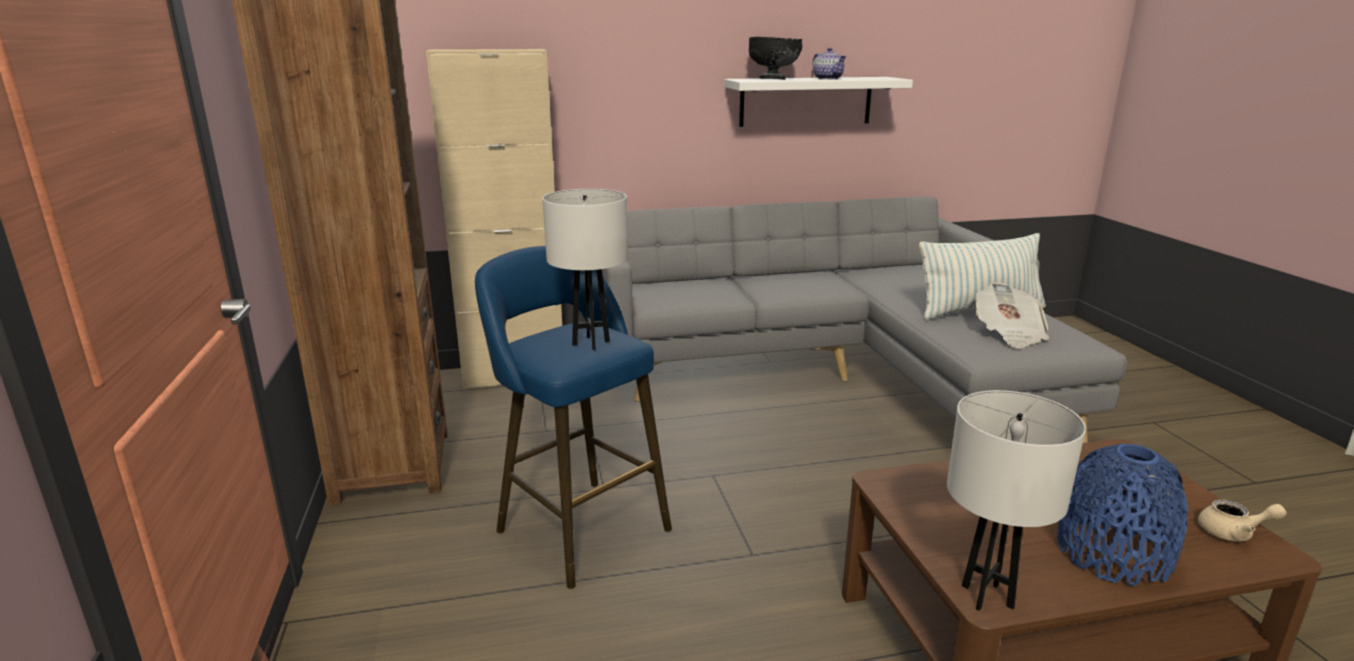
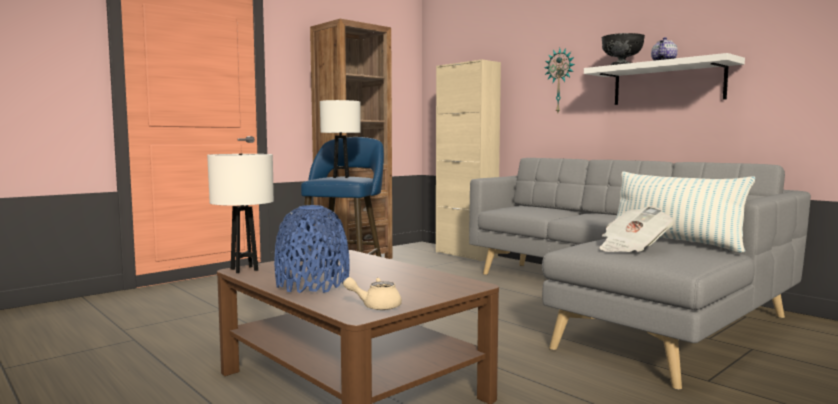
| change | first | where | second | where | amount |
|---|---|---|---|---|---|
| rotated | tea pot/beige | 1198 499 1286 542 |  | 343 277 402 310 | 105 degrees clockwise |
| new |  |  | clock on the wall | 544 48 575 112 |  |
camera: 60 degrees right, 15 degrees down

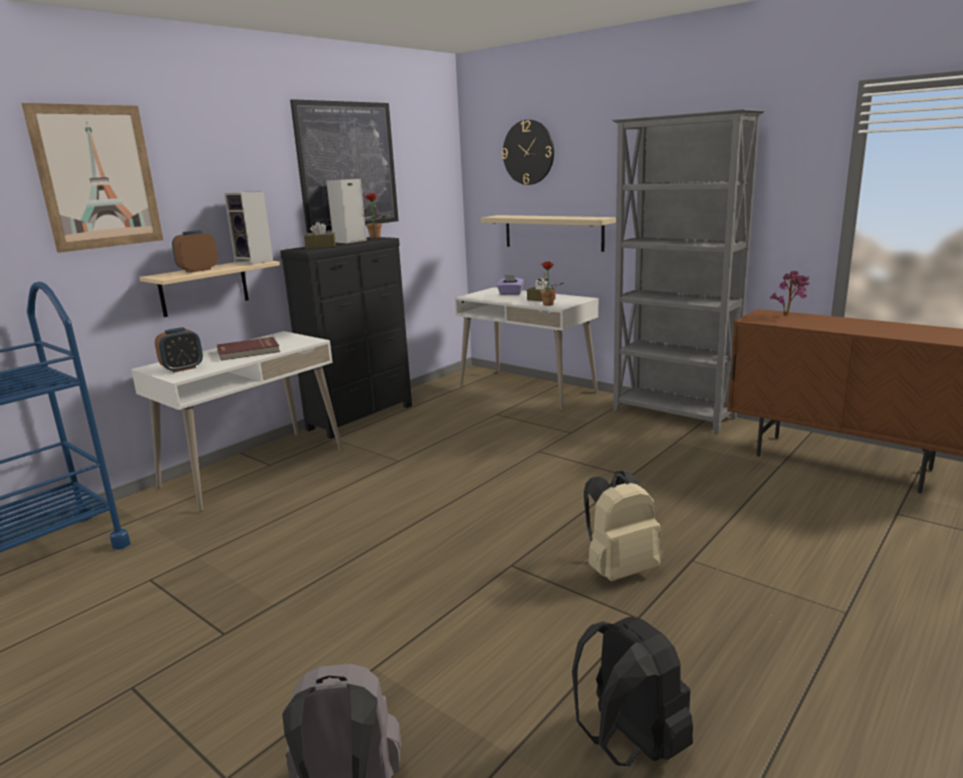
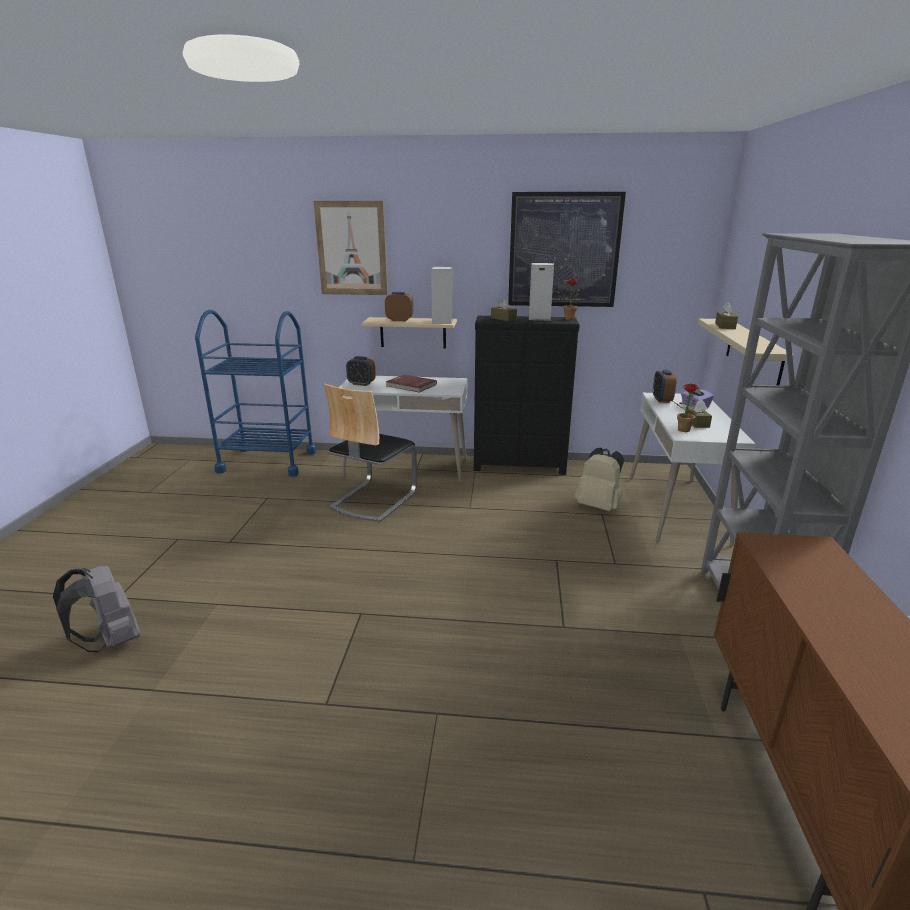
| change | first | where | second | where | amount |
|---|---|---|---|---|---|
| gone | clock on the wall | 502 120 554 185 |  |  |  |
| gone | backpack/black | 572 616 693 766 |  |  |  |
| shifted | backpack/beige | 584 471 663 581 |  | 575 448 624 511 |  |
| gone | plant in a pot | 770 271 810 315 |  |  |  |
| new |  |  | chair | 324 384 417 522 |  |
| new |  |  | bedside clock | 653 369 677 403 |  |
| new |  |  | box of tissues/brown-coloured | 715 302 738 329 |  |
camera: 55 degrees right, 5 degrees up

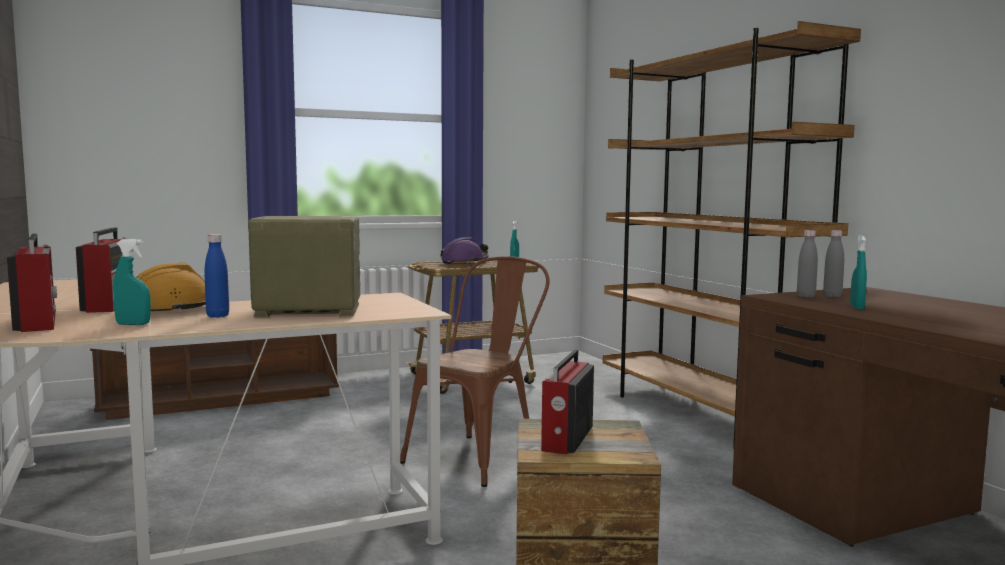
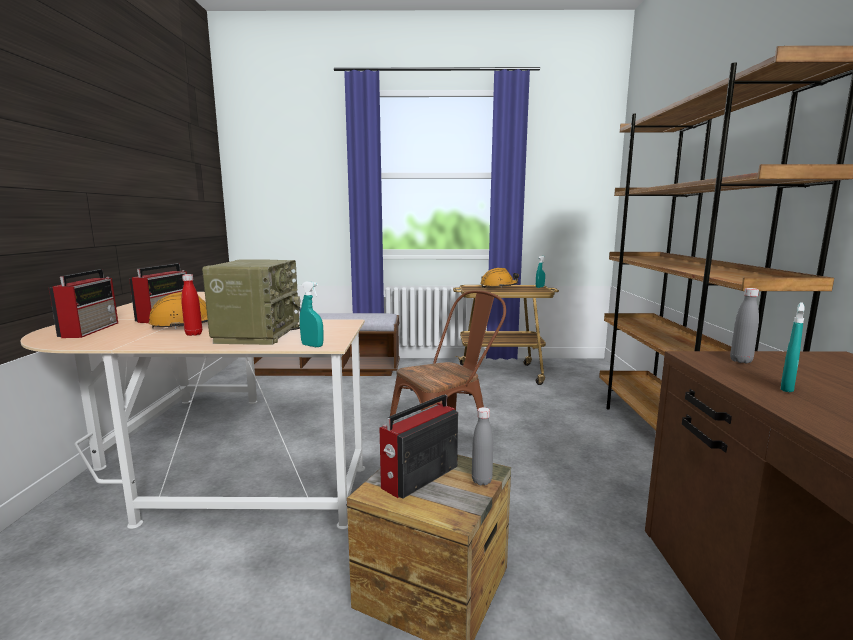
| change | first | where | second | where | amount |
|---|---|---|---|---|---|
| shifted | spray bottle/turquoise | 113 239 151 325 |  | 300 282 323 347 |  |
| repainted | bottle/blue | 205 234 229 318 | bottle/red-coloured | 181 274 202 336 |  |
| rotated | radio | 248 216 360 317 |  | 202 259 301 345 | 75 degrees clockwise |
| repainted | hard hat/purplish | 440 237 489 264 | hard hat/orange | 480 268 519 288 |  |
| shifted | bottle/greyish | 823 230 844 297 |  | 472 407 493 485 |  |
camera: 25 degrees right, 5 degrees up

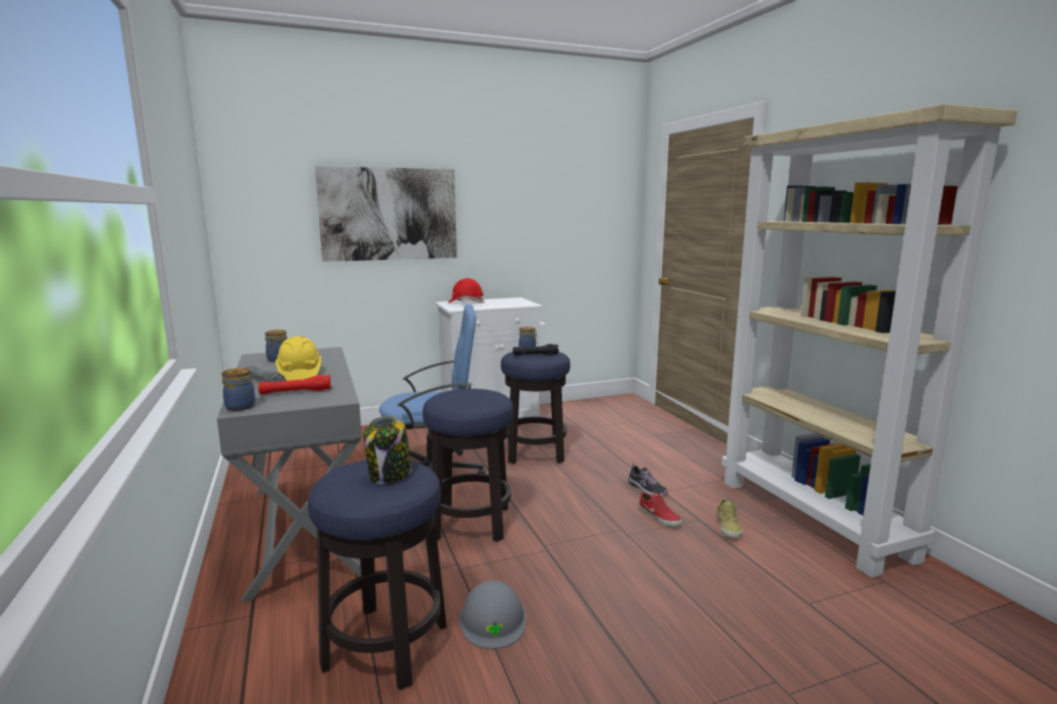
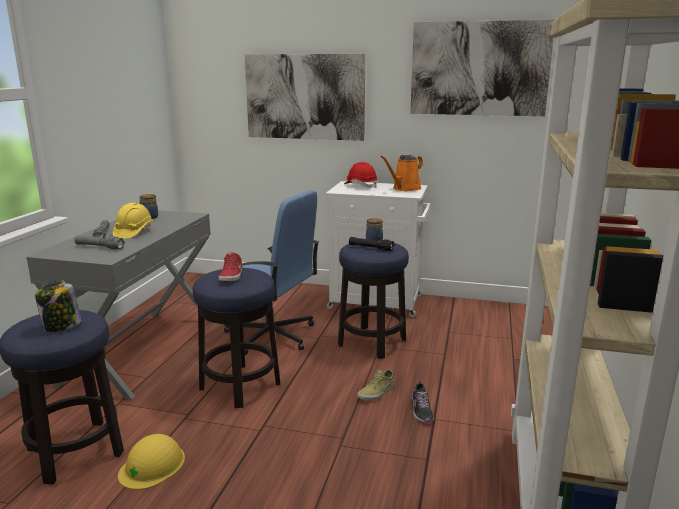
| change | first | where | second | where | amount |
|---|---|---|---|---|---|
| gone | storage jar | 222 368 255 411 |  |  |  |
| repainted | torch/red-coloured | 258 375 331 395 | torch/greyish | 74 235 125 250 |  |
| repainted | hard hat/greyish | 459 580 526 649 | hard hat/yellow-coloured | 118 434 185 490 |  |
| shifted | low shoe/red-coloured | 639 492 683 526 |  | 219 252 242 281 |  |
| shifted | low shoe/beige | 717 499 743 538 |  | 357 369 395 400 |  |
| new |  |  | sprinkling can/orange | 380 155 423 191 |  |
| new |  |  | picture | 410 20 554 116 |  |
camera: 35 degrees right, 5 degrees up

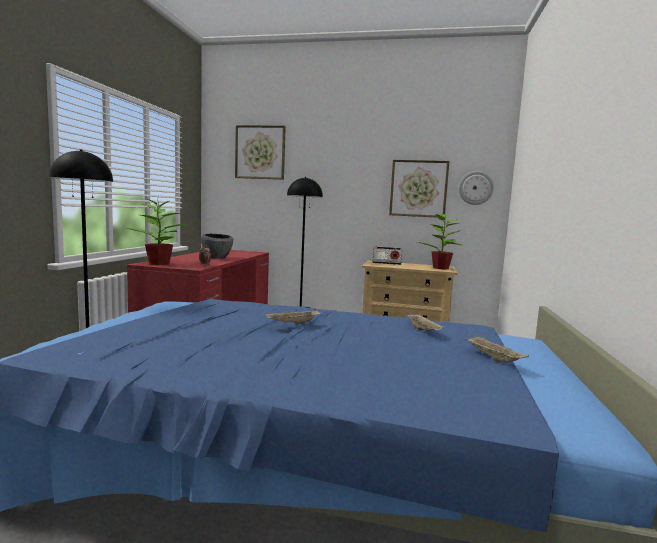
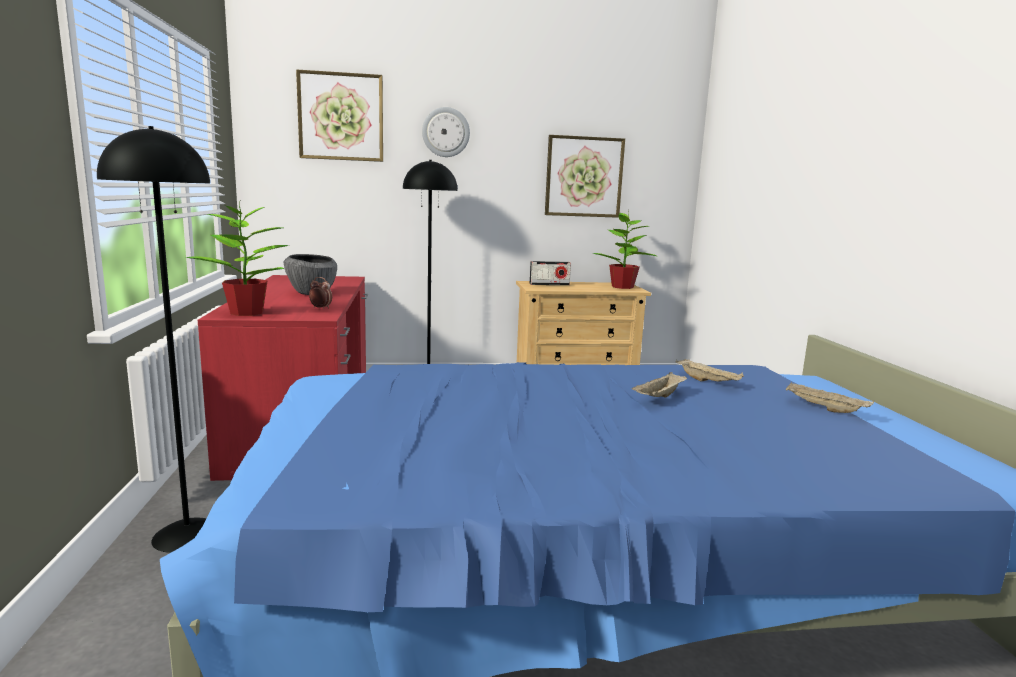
| change | first | where | second | where | amount |
|---|---|---|---|---|---|
| shifted | carrying tray/beige | 265 309 321 325 |  | 632 372 687 398 |  |
| shifted | clock on the wall | 459 171 494 205 |  | 422 107 470 157 |  |
camera: 20 degrees left, 5 degrees up

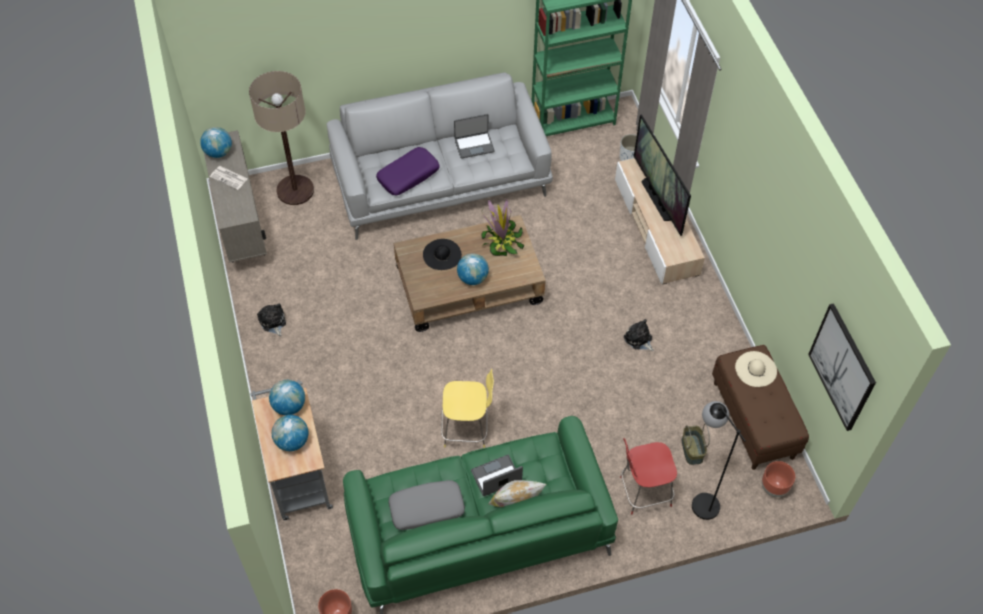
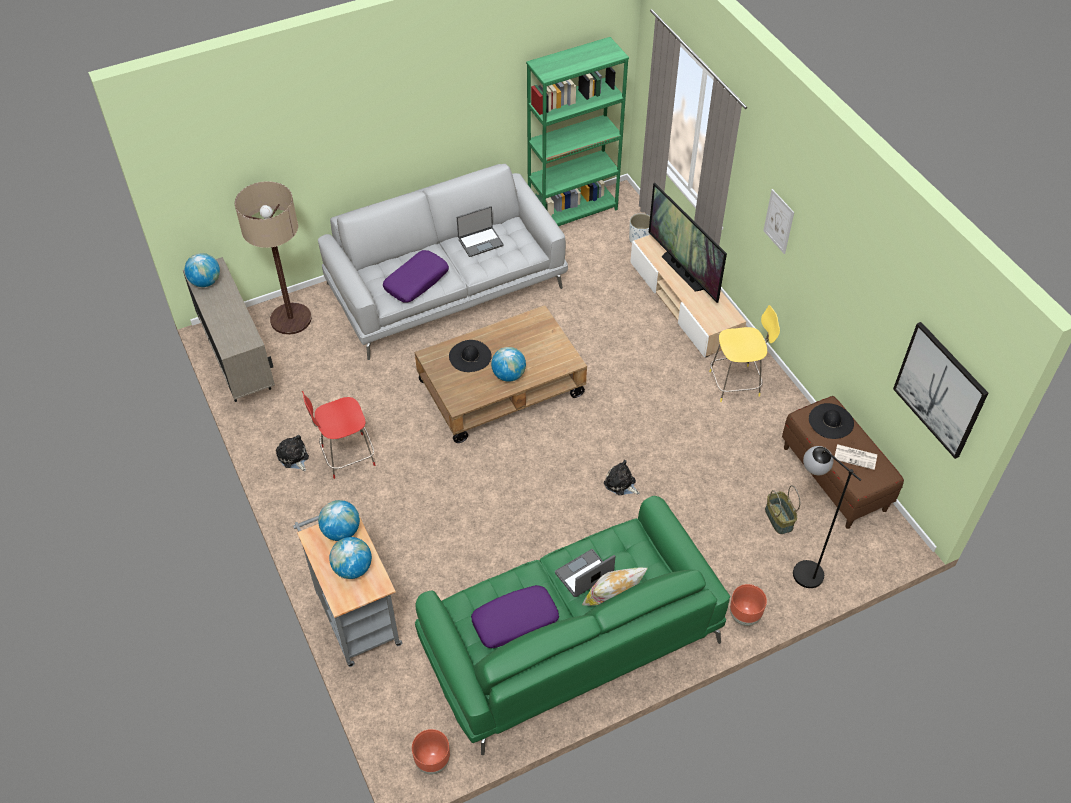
| change | first | where | second | where | amount |
|---|---|---|---|---|---|
| shifted | newspaper | 210 166 248 190 |  | 834 444 877 470 |  |
| repainted | pillow/greyish | 388 480 465 530 | pillow/purplish | 471 585 559 648 |  |
| shifted | stool seat/yellow-coloured | 441 369 494 448 |  | 709 305 780 402 |  |
| gone | plant in a pot | 481 198 524 256 |  |  |  |
| shifted | stool seat/red-coloured | 620 438 677 515 |  | 302 391 375 479 |  |
| shifted | cuddly toy | 624 319 654 351 |  | 604 460 640 495 |  |
| repainted | wearable hat/beige | 735 351 777 387 | wearable hat/black | 809 403 854 439 |  |
| shifted | plant pot/brown-coloured | 762 461 795 497 |  | 730 584 767 626 |  |
| new |  |  | picture | 763 189 794 254 |  |
camera: 10 degrees left, 5 degrees down

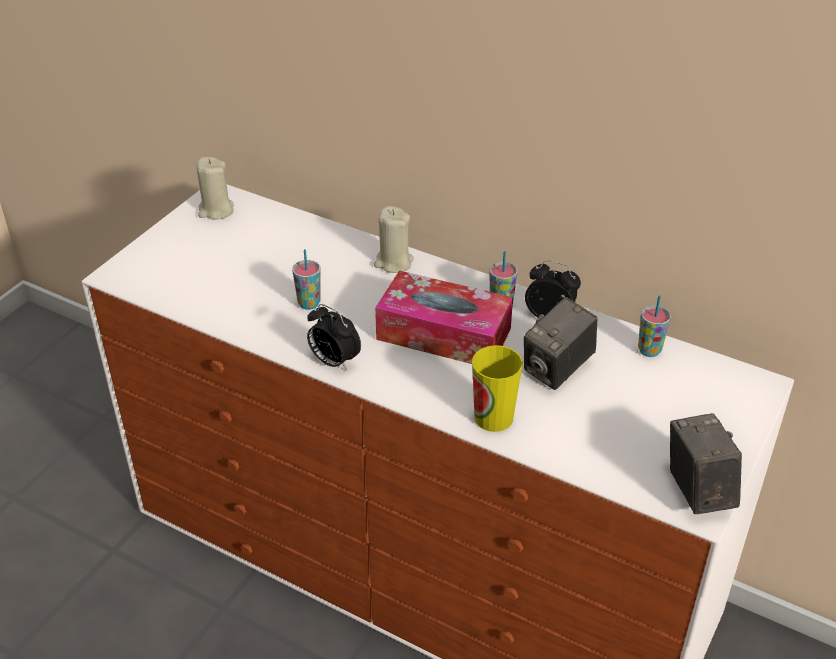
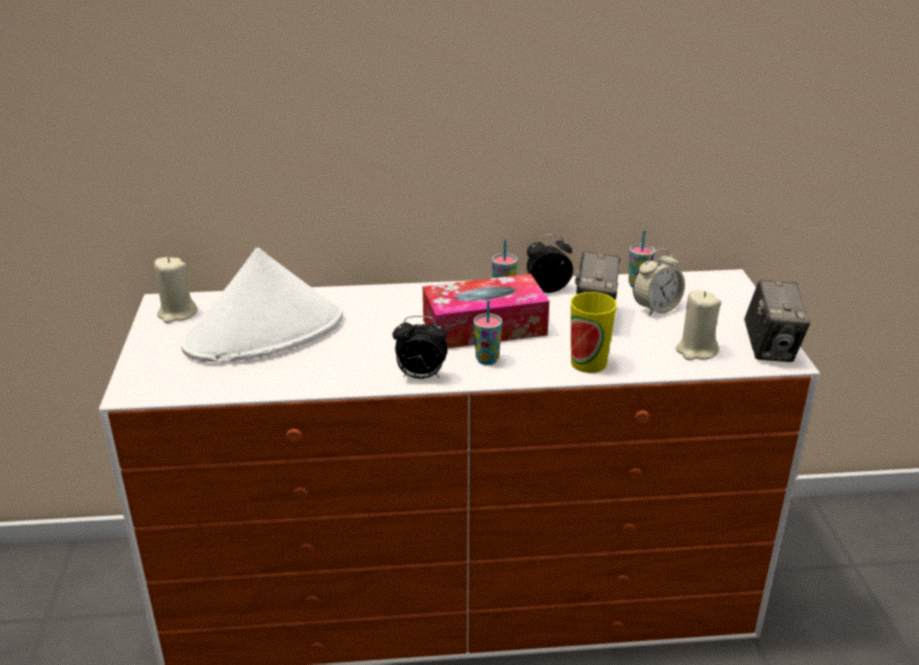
| change | first | where | second | where | amount |
|---|---|---|---|---|---|
| shifted | cup | 292 249 321 310 |  | 474 300 502 365 |  |
| shifted | candle/beige | 374 206 414 273 |  | 676 290 721 360 |  |
| rotated | photo camera | 670 413 742 514 |  | 744 280 810 362 | 135 degrees counterclockwise |
| new |  |  | wearable hat/white-coloured | 181 248 343 362 |  |
| new |  |  | bedside clock | 633 249 685 317 |  |
camera: 35 degrees left, 10 degrees down

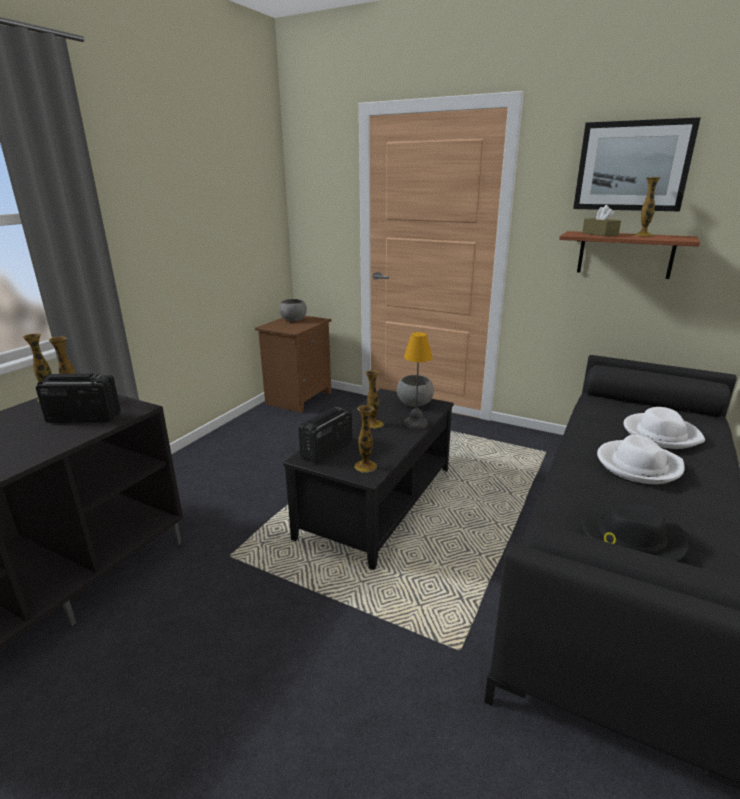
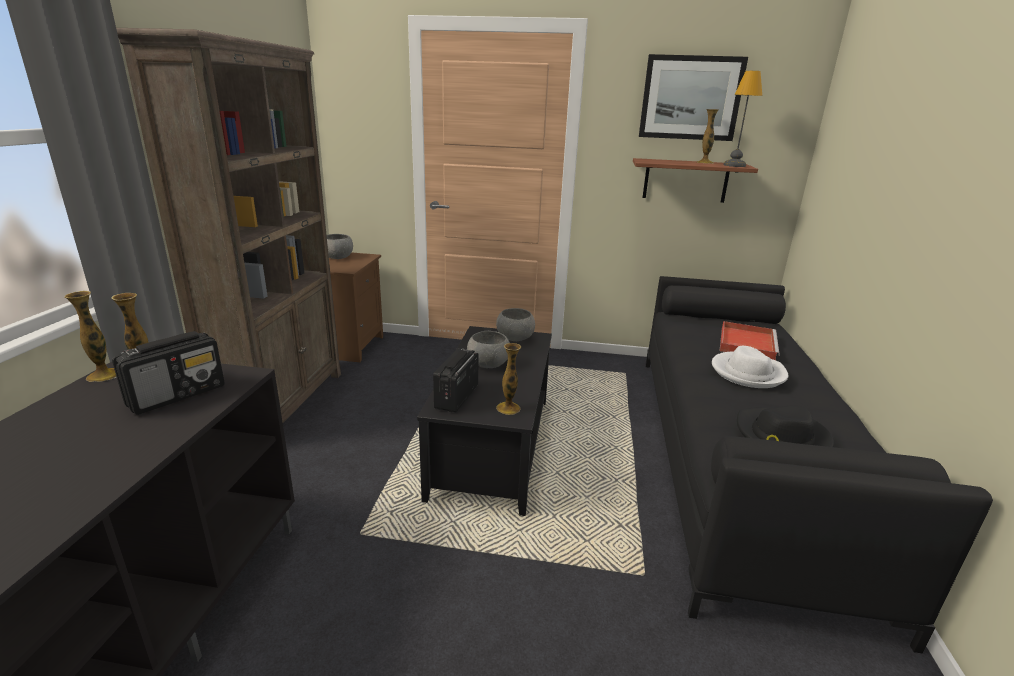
| change | first | where | second | where | amount |
|---|---|---|---|---|---|
| rotated | radio | 36 374 121 423 |  | 112 331 225 415 | 150 degrees clockwise |
| swapped | flower vase | 365 370 384 428 | deep dish/greyish | 467 331 510 368 |  |
| shifted | table lamp | 404 332 433 429 |  | 724 71 762 167 |  |
| gone | box of tissues/brown-coloured | 582 205 621 236 |  |  |  |
| swapped | wearable hat/white-coloured | 623 407 705 449 | carrying tray/red-coloured | 720 321 780 360 |  |
| new |  |  | shelving unit/brown-coloured | 116 28 341 422 |  |
camera: 20 degrees left, 0 degrees up

